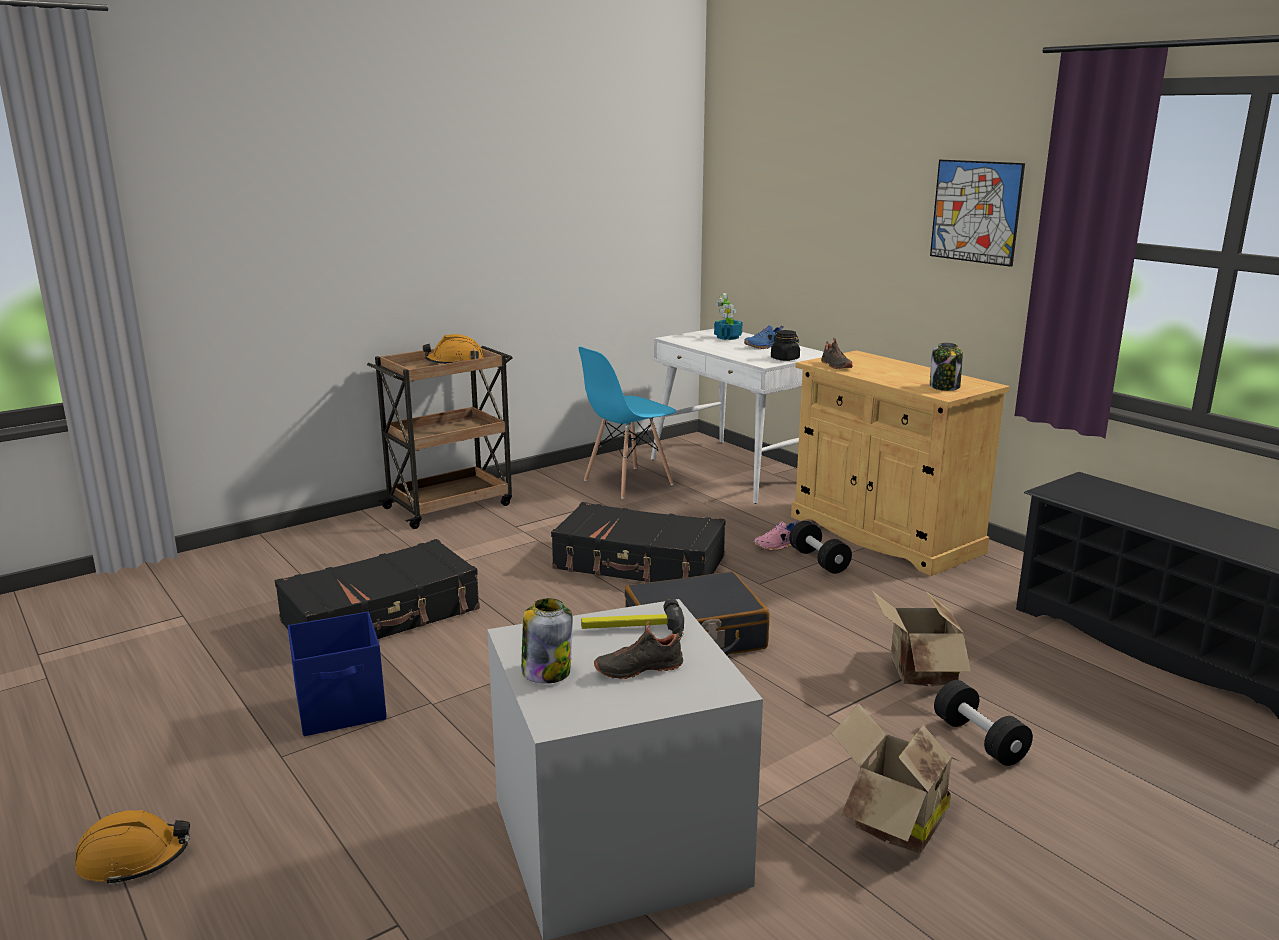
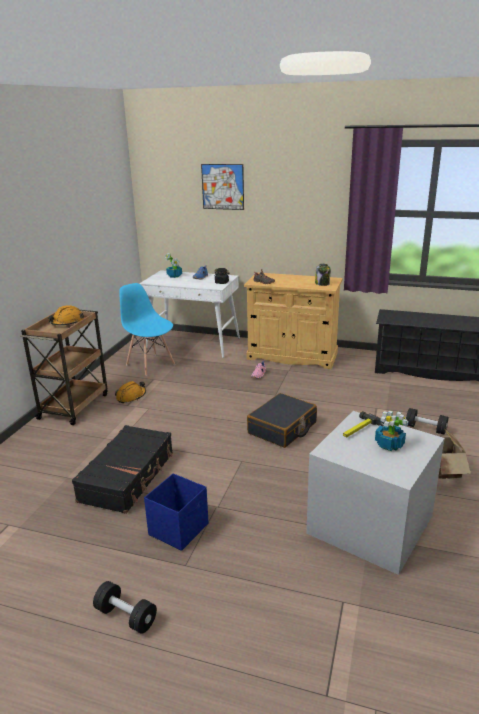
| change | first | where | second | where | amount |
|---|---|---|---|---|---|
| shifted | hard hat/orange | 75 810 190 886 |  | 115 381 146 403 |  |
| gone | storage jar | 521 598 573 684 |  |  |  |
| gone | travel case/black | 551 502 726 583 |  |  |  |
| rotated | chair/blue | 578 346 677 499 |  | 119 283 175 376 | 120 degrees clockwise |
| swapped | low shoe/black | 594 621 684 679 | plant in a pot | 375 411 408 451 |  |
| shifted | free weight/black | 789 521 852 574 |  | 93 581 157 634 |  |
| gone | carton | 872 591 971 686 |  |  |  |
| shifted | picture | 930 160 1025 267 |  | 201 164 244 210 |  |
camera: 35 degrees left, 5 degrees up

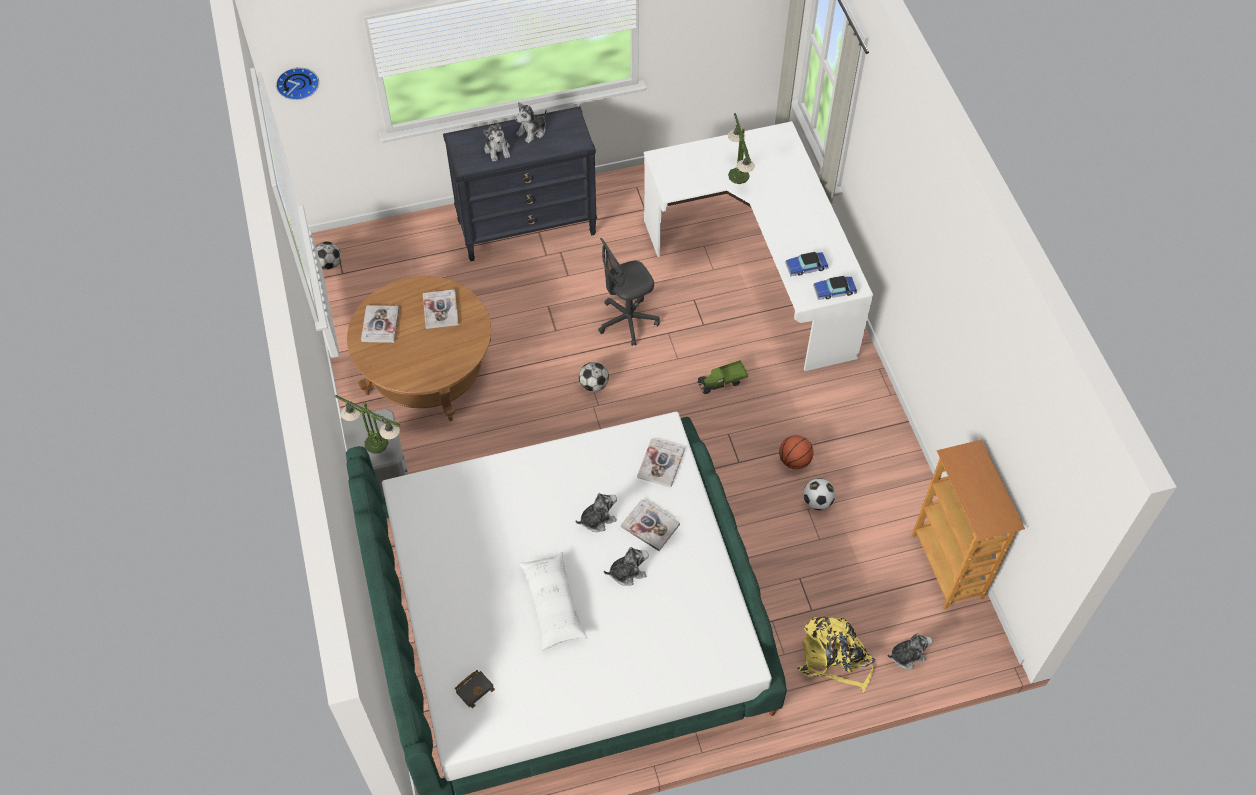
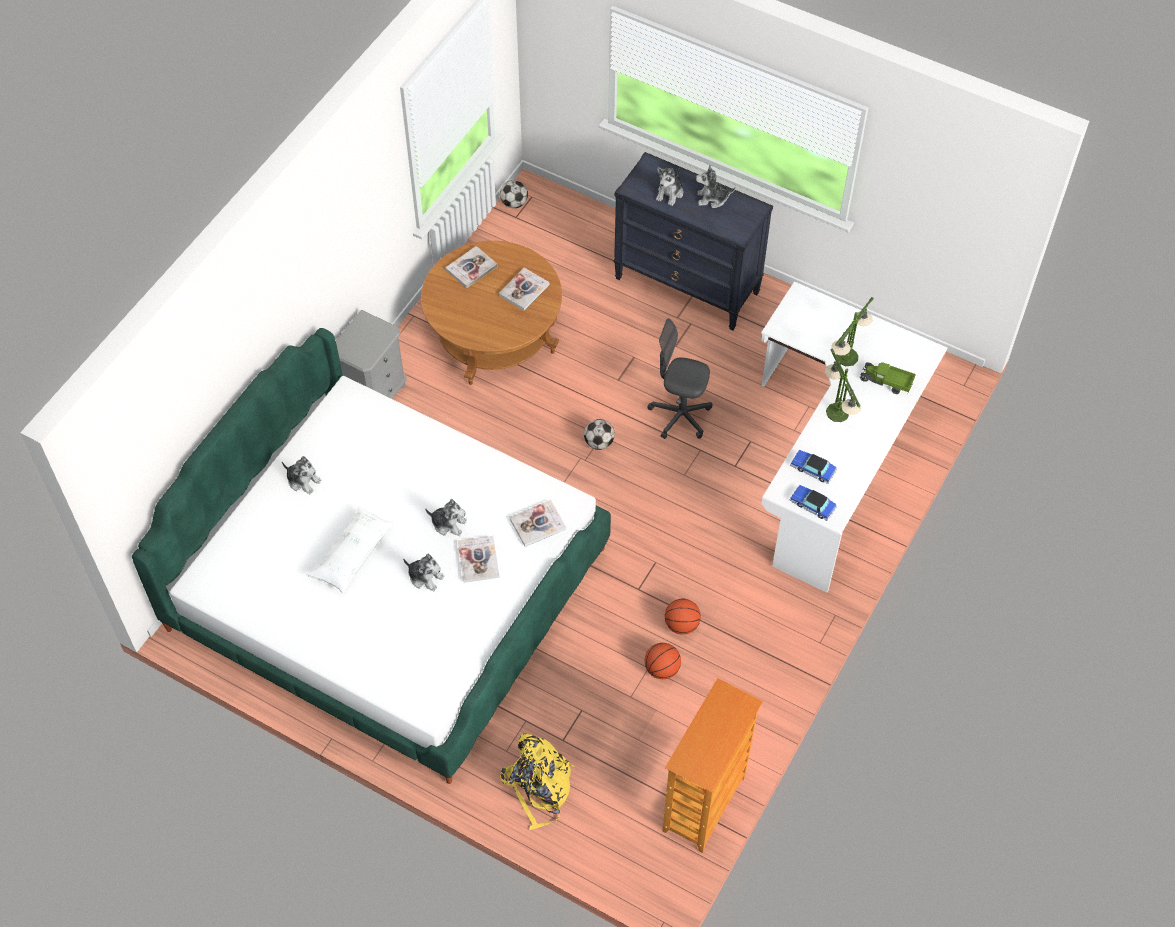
| change | first | where | second | where | amount |
|---|---|---|---|---|---|
| gone | clock on the wall | 276 67 319 100 |  |  |  |
| shifted | table lamp | 335 395 400 453 |  | 825 348 861 422 |  |
| gone | bound book/black | 455 670 495 708 |  |  |  |
| shifted | model truck | 698 360 748 394 |  | 860 362 916 394 |  |
| swapped | ball for football | 803 478 835 510 | basketball | 645 643 681 679 |  |
| shifted | cuddly toy | 887 633 933 669 |  | 282 456 322 494 |  |
camera: 45 degrees right, 0 degrees up

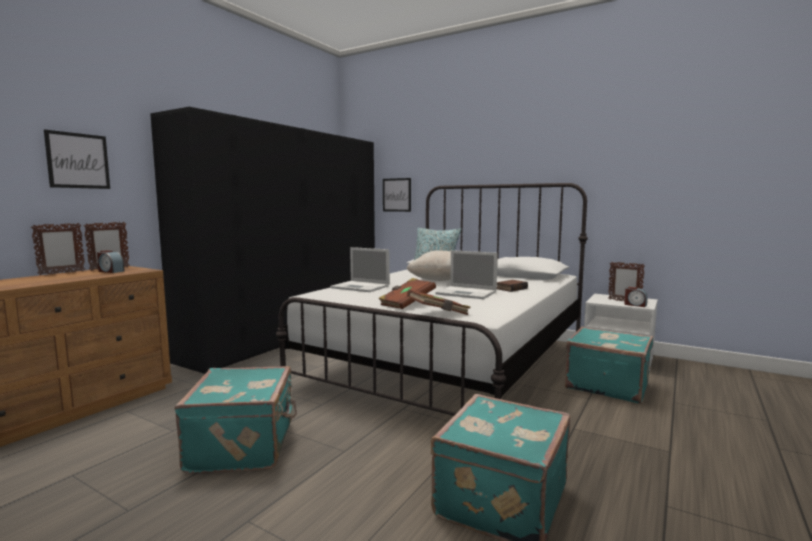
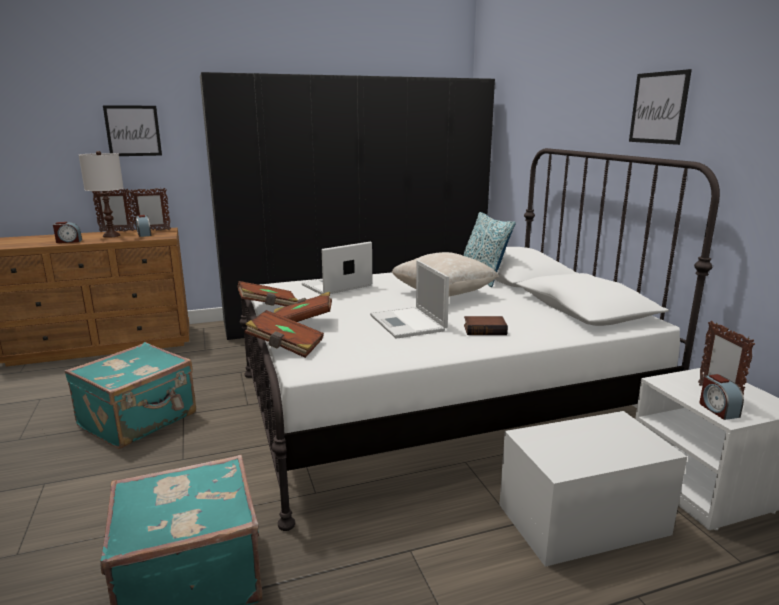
| change | first | where | second | where | amount |
|---|---|---|---|---|---|
| rotated | notebook computer | 330 247 390 292 |  | 302 241 372 294 | 75 degrees clockwise |
| shifted | picture | 383 178 411 212 |  | 629 69 692 145 |  |
| swapped | travel case/turquoise | 565 327 653 404 | storage box/white-coloured | 499 411 687 567 |  |
| new |  |  | bedside clock | 53 222 82 243 |  |
| new |  |  | table lamp/white-coloured | 79 151 124 238 |  |
| new |  |  | bound book/brown-coloured | 237 281 298 306 |  |
camera: 40 degrees right, 10 degrees up

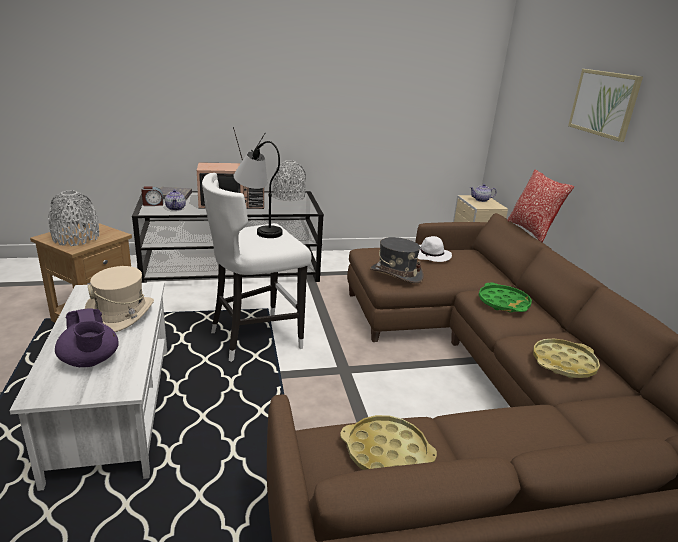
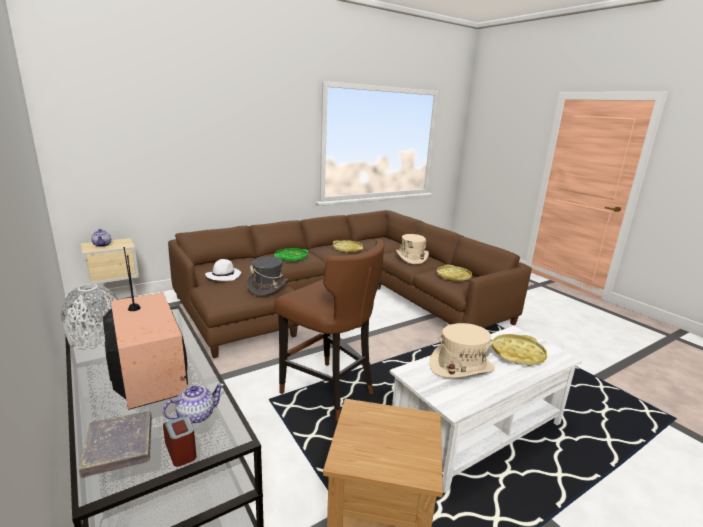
| change | first | where | second | where | amount |
|---|---|---|---|---|---|
| gone | flower vase/greyish | 48 190 99 246 |  |  |  |
| swapped | tea pot/purplish | 55 308 119 367 | carrying tray/yellow-coloured | 492 334 547 366 |  |
| repainted | stool seat/white-coloured | 202 173 312 362 | stool seat/brown-coloured | 274 239 385 421 |  |
| gone | table lamp | 234 141 283 238 |  |  |  |
| gone | pillow | 507 170 574 242 |  |  |  |
| gone | picture | 568 69 643 142 |  |  |  |
| new |  |  | wearable hat/beige | 396 234 429 265 |  |
camera: 110 degrees left, 5 degrees down

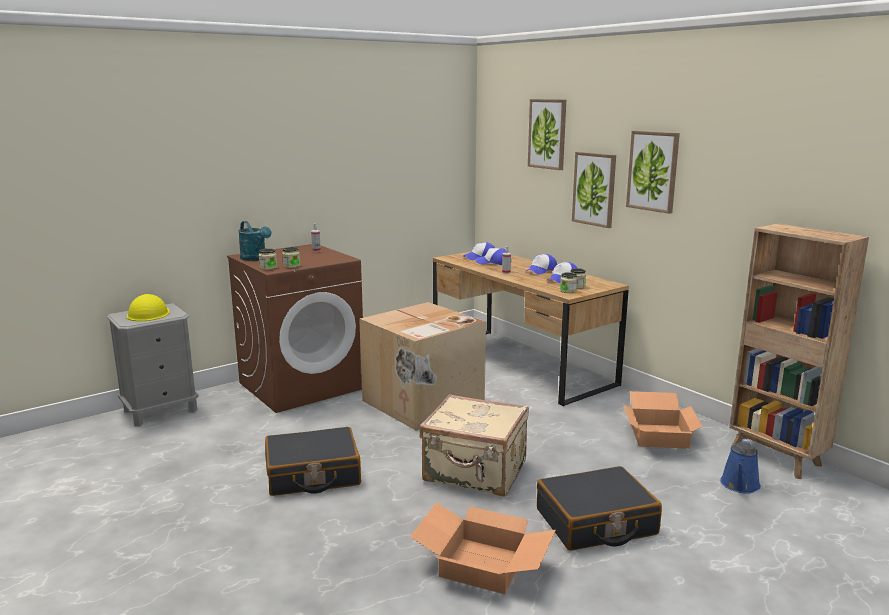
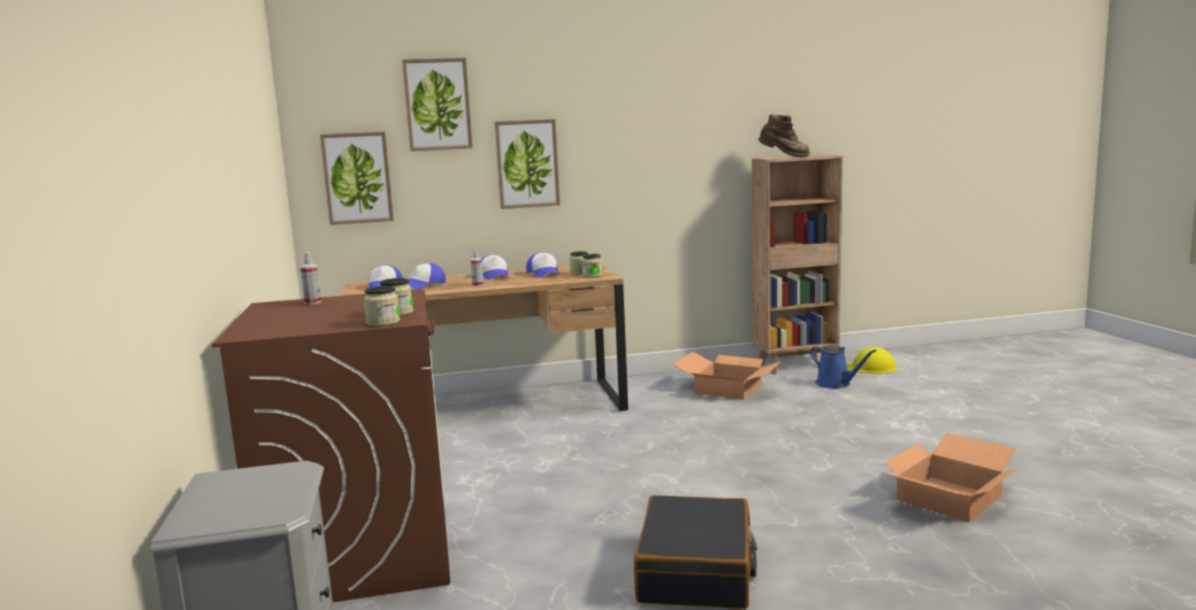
| change | first | where | second | where | amount |
|---|---|---|---|---|---|
| shifted | hard hat/yellow-coloured | 127 294 169 321 |  | 847 347 897 374 |  |
| gone | sprinkling can/turquoise | 238 221 272 261 |  |  |  |
| gone | carton | 359 302 486 431 |  |  |  |
| gone | travel case/beige | 420 394 529 496 |  |  |  |
| gone | travel case/black | 537 466 662 551 |  |  |  |
| shifted | picture | 626 131 680 214 |  | 320 132 394 225 |  |
| new |  |  | boot/brown-coloured | 758 114 810 157 |  |
camera: 65 degrees left, 5 degrees down

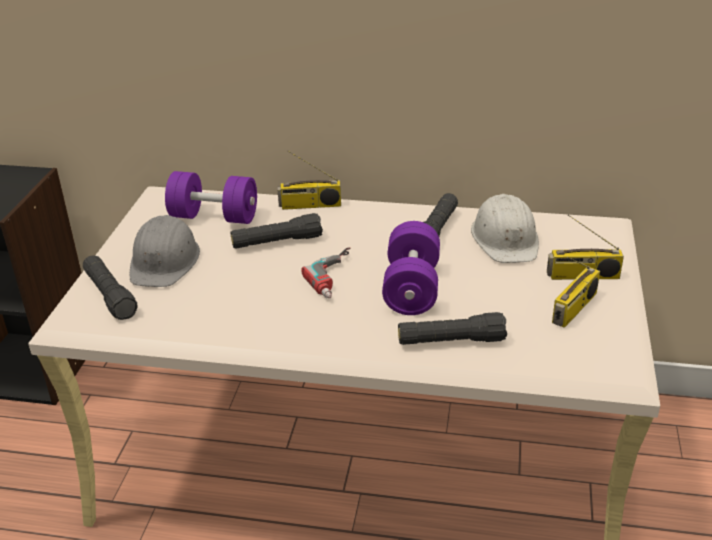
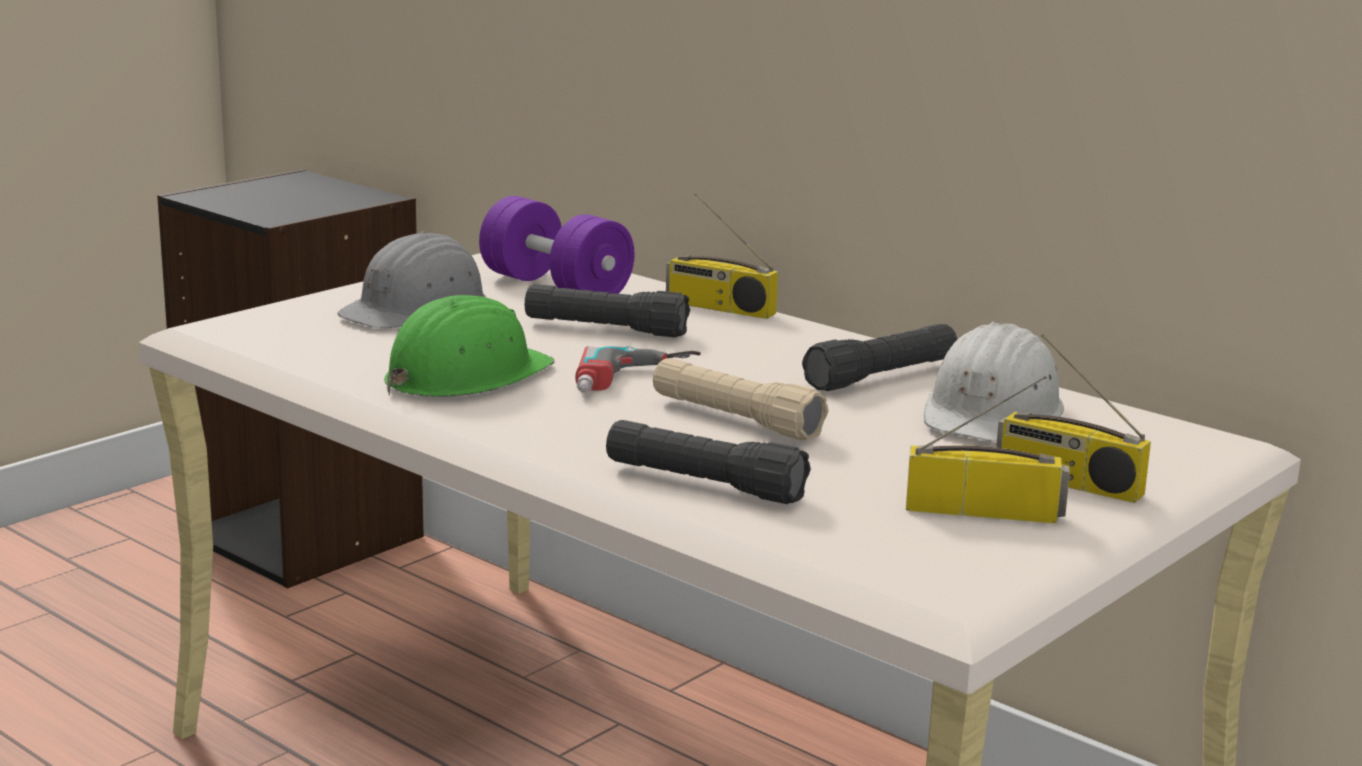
| change | first | where | second | where | amount |
|---|---|---|---|---|---|
| gone | torch/black | 83 255 138 320 |  |  |  |
| swapped | free weight/purplish | 382 221 440 315 | torch/beige | 653 358 829 441 |  |
| rotated | radio | 552 257 600 328 |  | 906 376 1070 524 | 150 degrees counterclockwise |
| new |  |  | hard hat/green | 384 295 554 397 |  |
camera: 30 degrees right, 15 degrees down

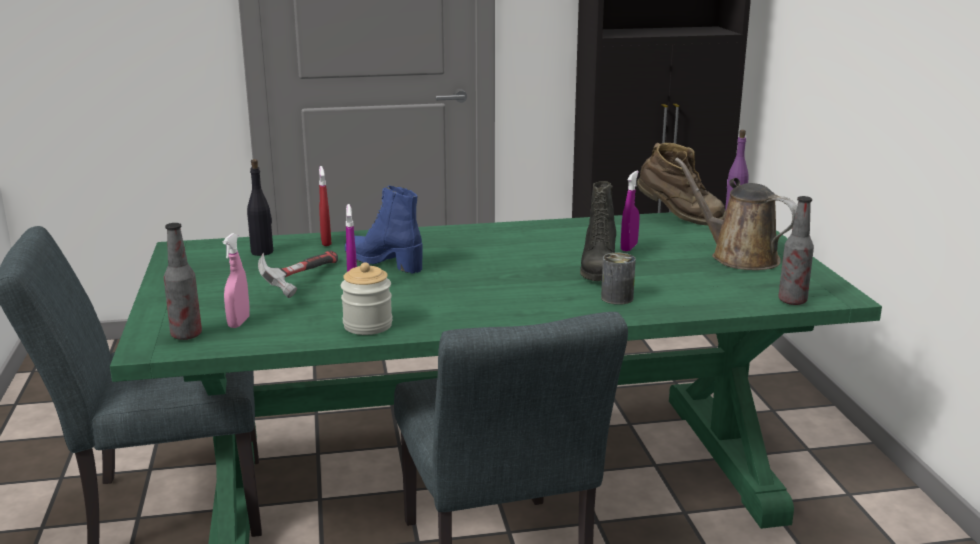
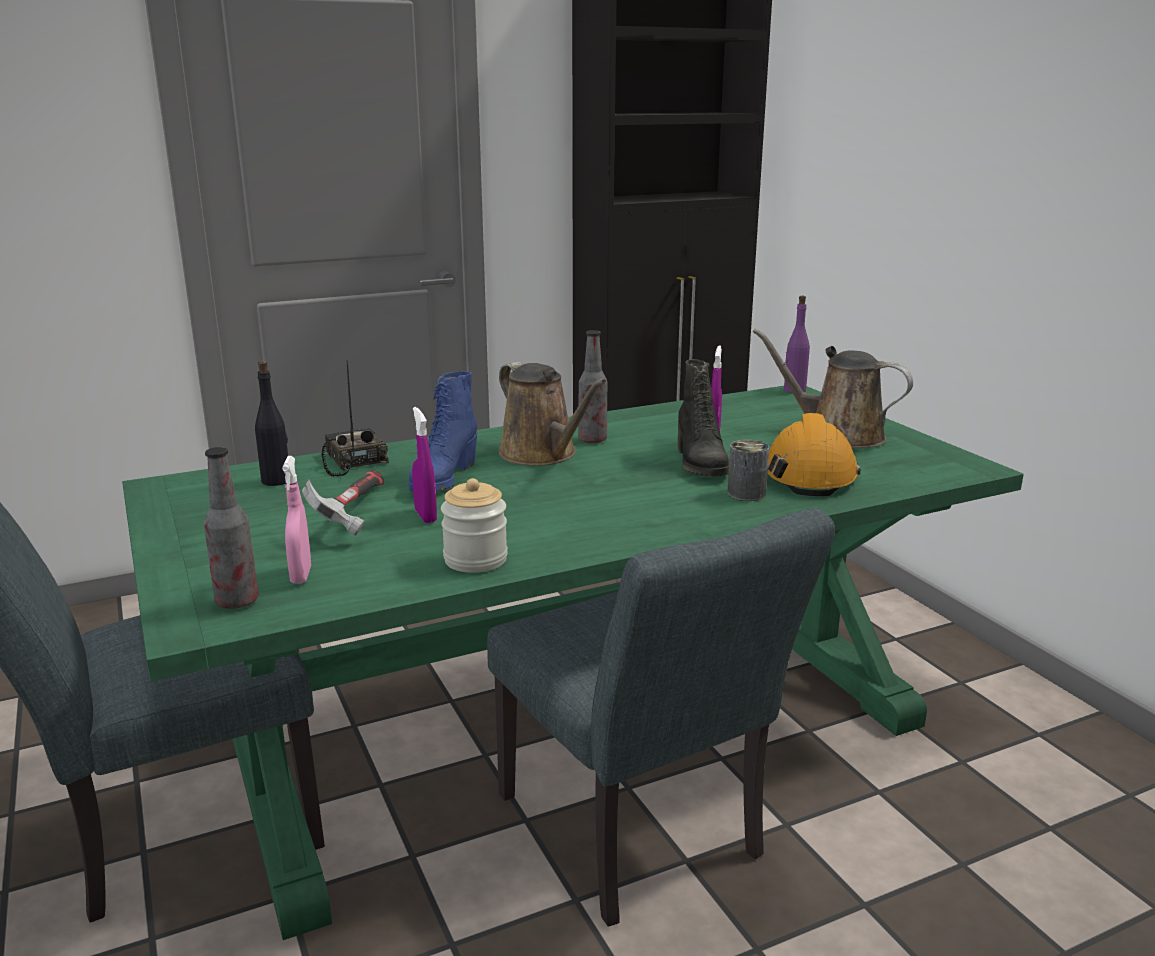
| change | first | where | second | where | amount |
|---|---|---|---|---|---|
| swapped | spray bottle/red-coloured | 319 166 332 246 | radio | 321 360 389 477 |  |
| rotated | boot/blue | 345 186 423 273 |  | 408 371 477 492 | 90 degrees counterclockwise |
| gone | boot/brown-coloured | 637 143 726 226 |  |  |  |
| shifted | bottle | 778 196 814 305 |  | 578 330 607 443 |  |
| new |  |  | sprinkling can/brown-coloured | 499 362 607 466 |  |
| new |  |  | hard hat/orange | 768 413 861 496 |  |
camera: 15 degrees left, 0 degrees up

